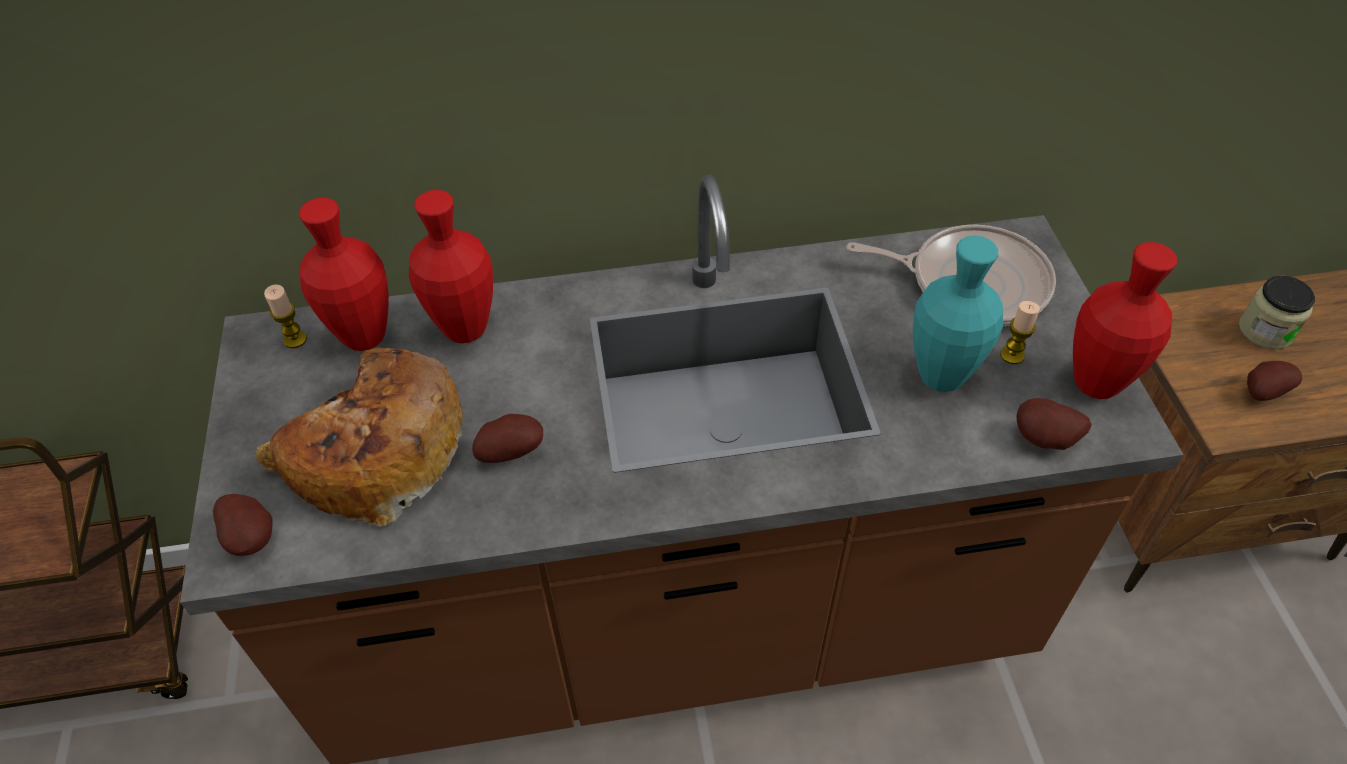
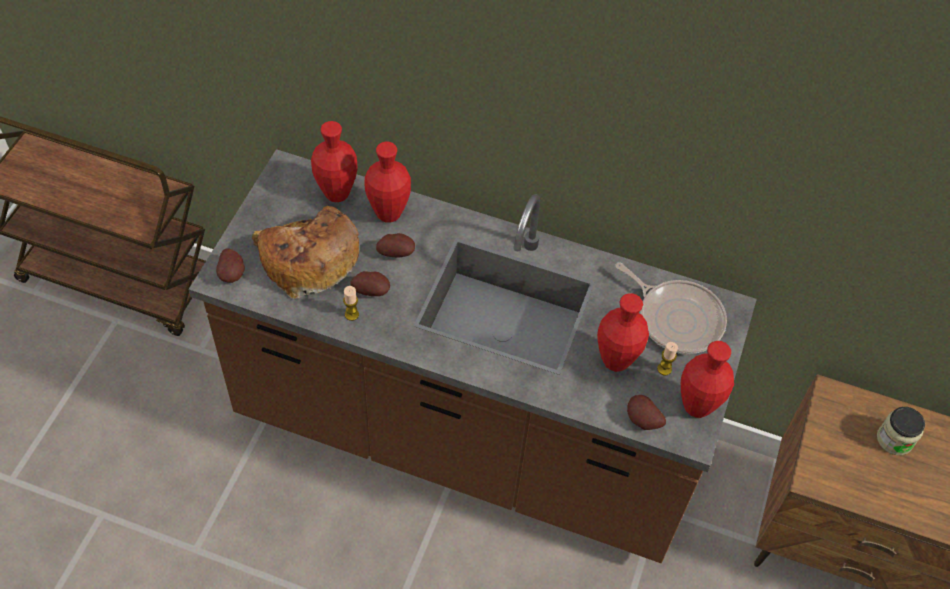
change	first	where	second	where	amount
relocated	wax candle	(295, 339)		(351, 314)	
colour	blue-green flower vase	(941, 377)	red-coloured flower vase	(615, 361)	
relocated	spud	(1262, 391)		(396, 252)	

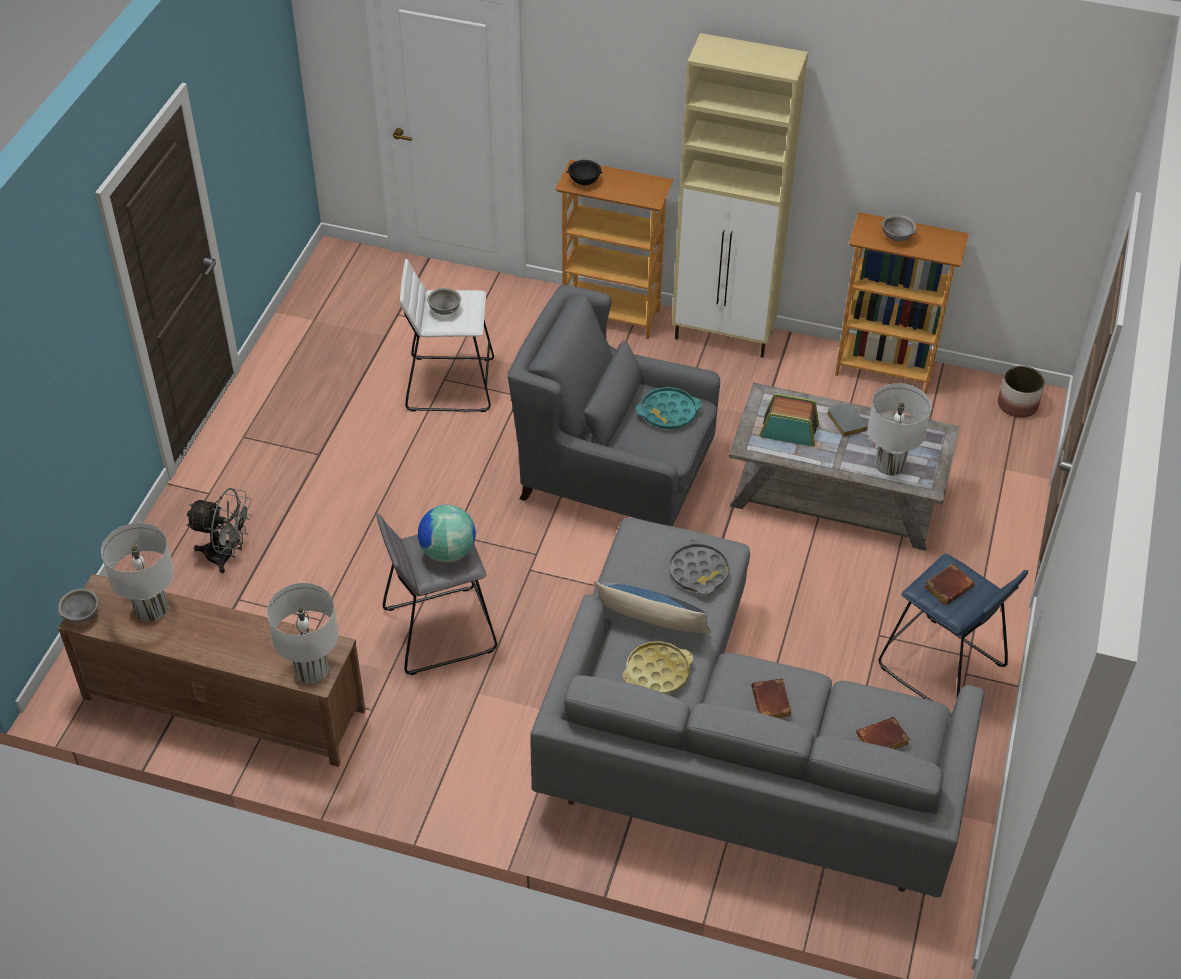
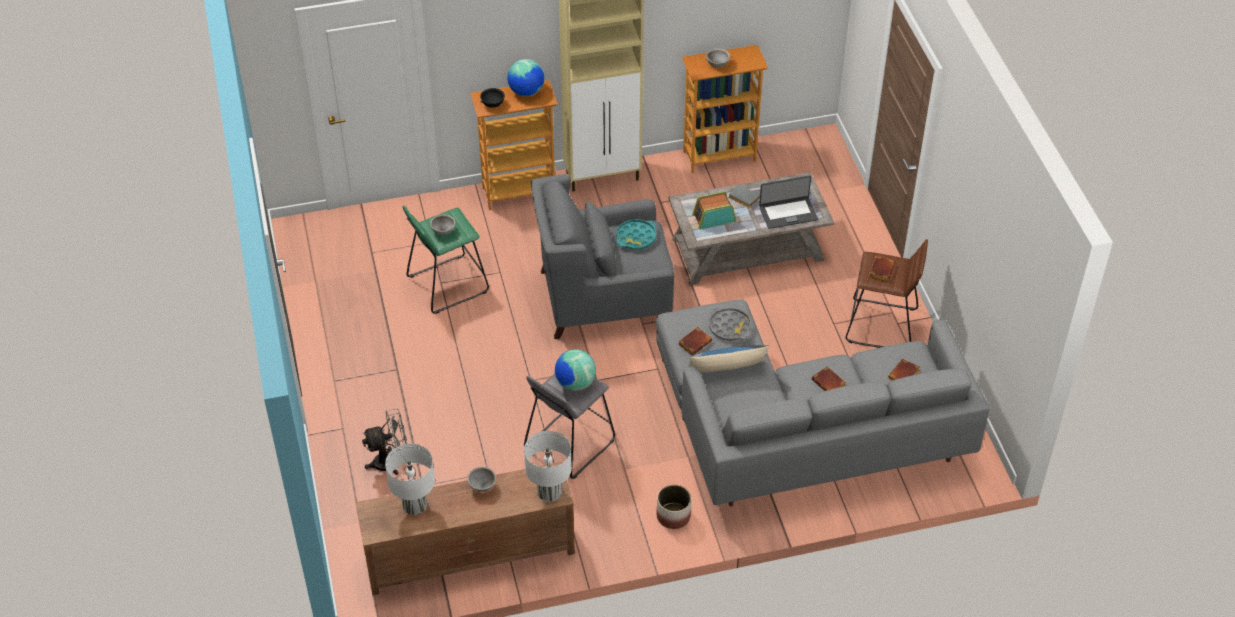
change	first	where	second	where	amount
relocated	grey serving bowl	(82, 616)		(482, 486)	
colour	whitish stool	(450, 384)	greenish stool	(447, 284)	
missing	yellowish serving tray	(657, 672)			
exchanged	whitish lamp for a table	(890, 464)	portable computer	(788, 213)	
colour	blue stool	(940, 667)	brown-coloured stool	(881, 326)	
relocated	planter	(1017, 405)		(673, 516)	
appeared			globe	(526, 92)	
appeared			brown-coloured bound book	(694, 342)	

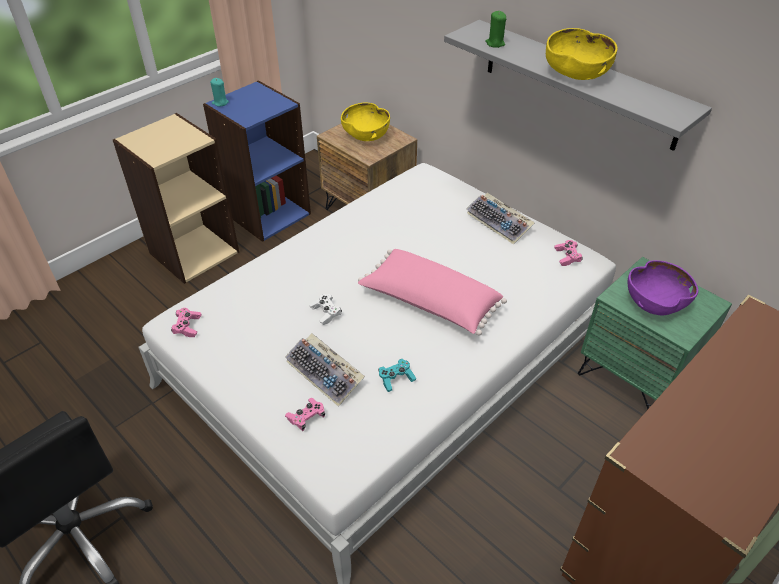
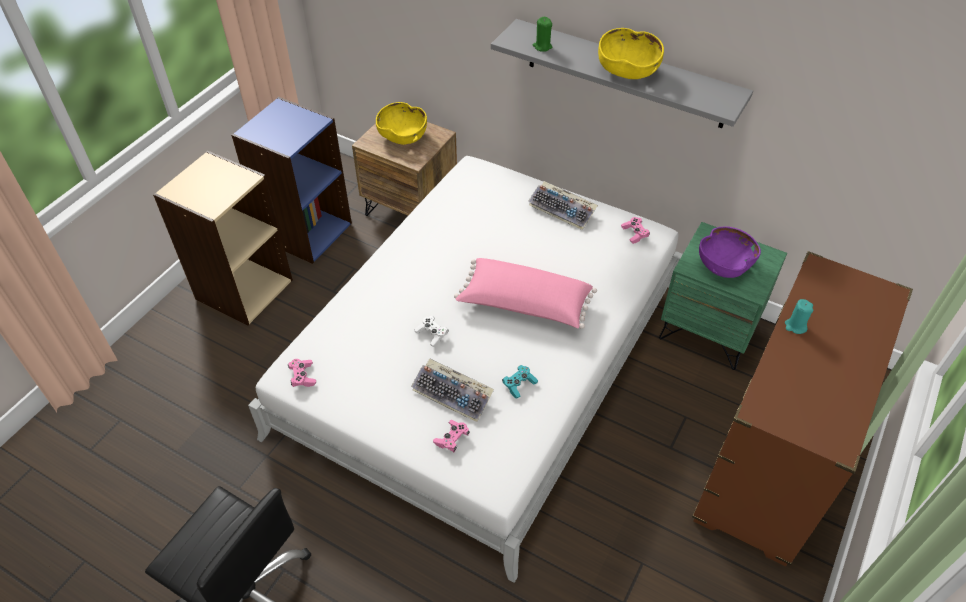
change	first	where	second	where	amount
relocated	blue-green wax candle	(220, 103)		(795, 326)	

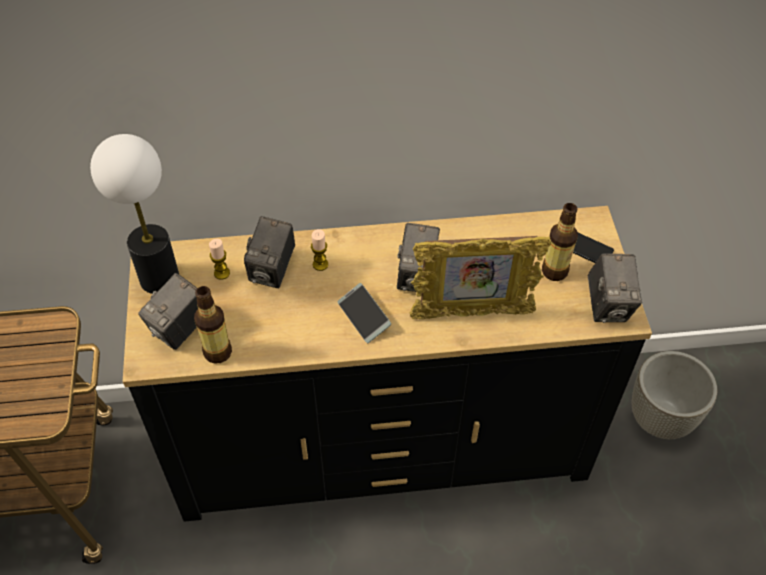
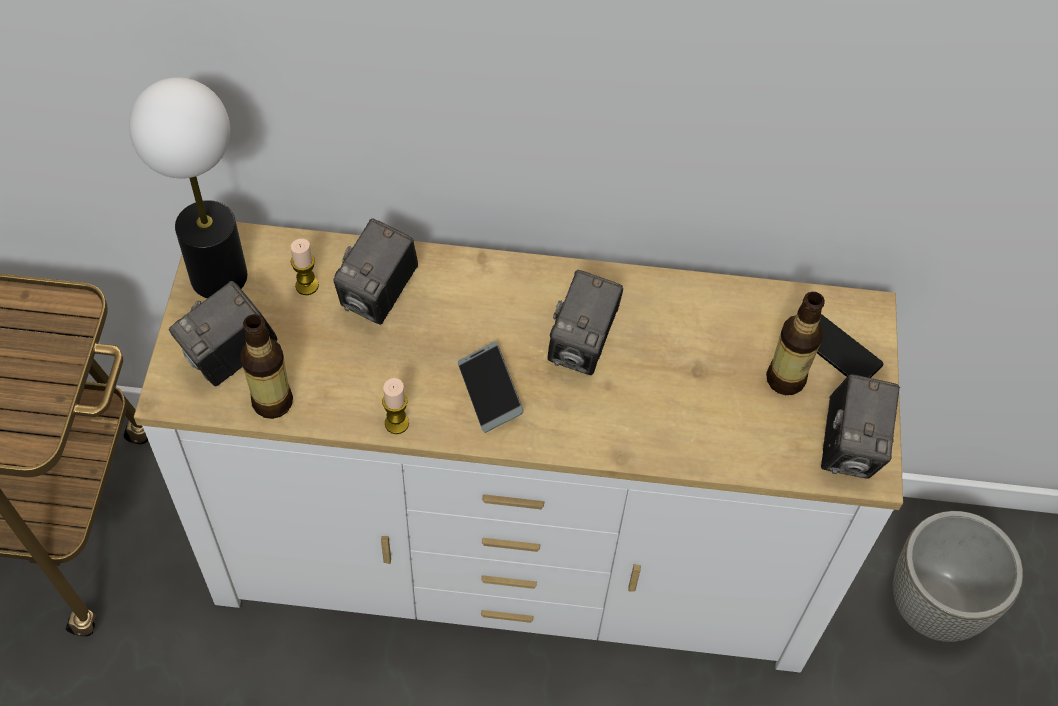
change	first	where	second	where	amount
colour	blackish dresser	(381, 441)	whitish dresser	(516, 550)	
relocated	wax candle	(320, 264)		(396, 423)	
missing	standing frame	(471, 314)			

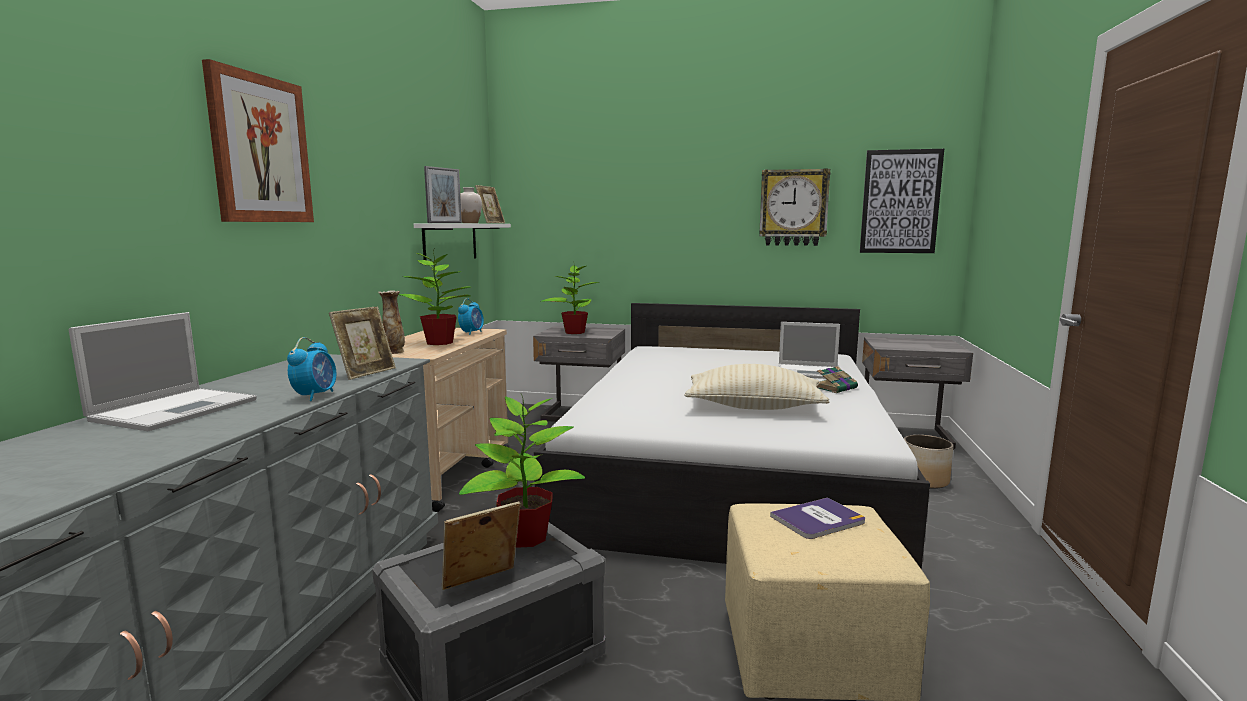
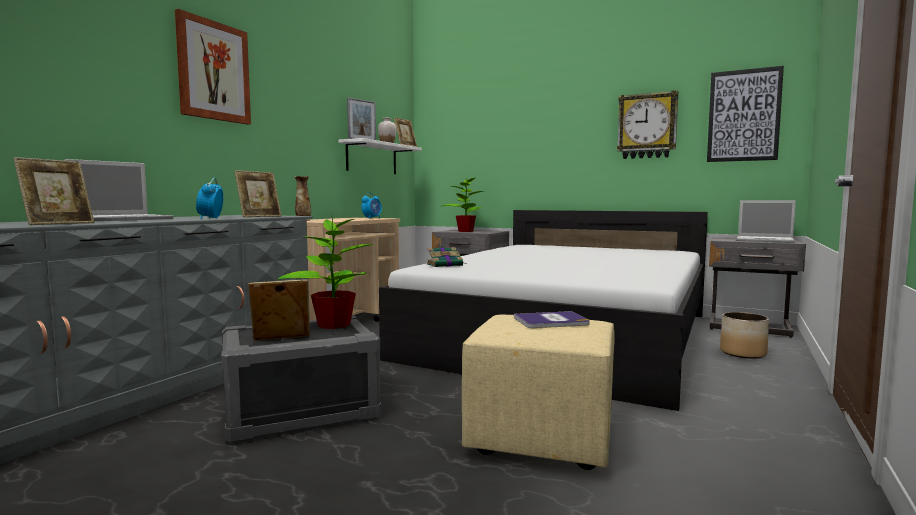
change	first	where	second	where	amount
spun	table clock	(315, 395)		(210, 219)	150 degrees clockwise
missing	houseplant	(440, 342)			
missing	beige pillow	(754, 407)			
relocated	portable computer	(809, 372)		(766, 240)	
relocated	bound book	(836, 388)		(445, 265)	
appeared			standing frame	(58, 224)	

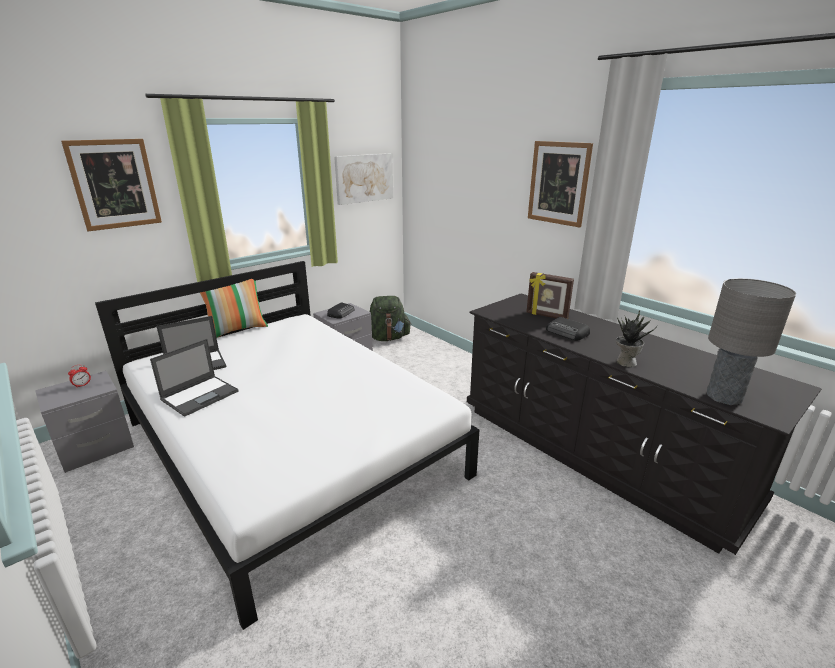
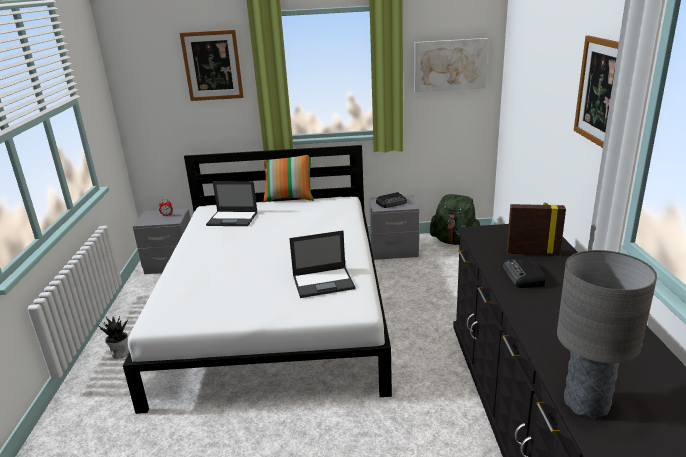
change	first	where	second	where	amount
relocated	portable computer	(200, 395)		(324, 282)	
spun	standing frame	(546, 316)		(532, 253)	120 degrees clockwise
relocated	houseplant	(625, 362)		(120, 353)	

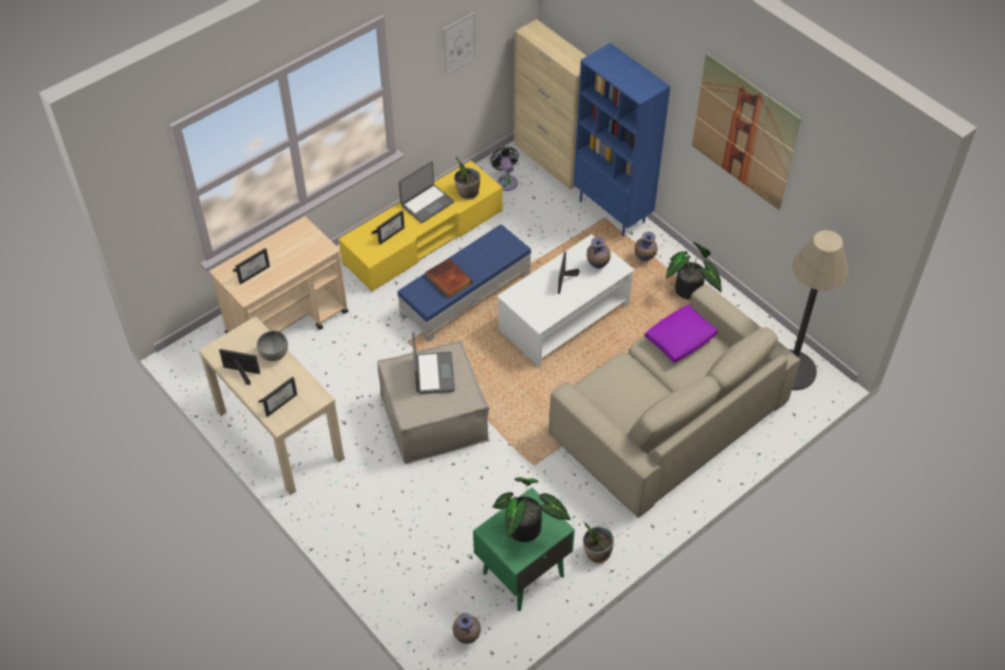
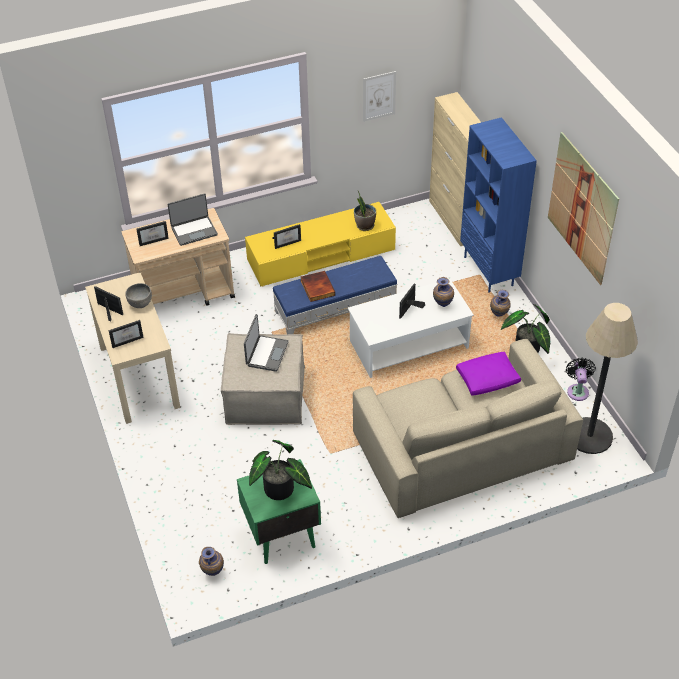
change	first	where	second	where	amount
relocated	portable computer	(427, 203)		(194, 231)	
relocated	blackish electric fan	(506, 181)		(577, 390)	
missing	houseplant	(597, 553)			

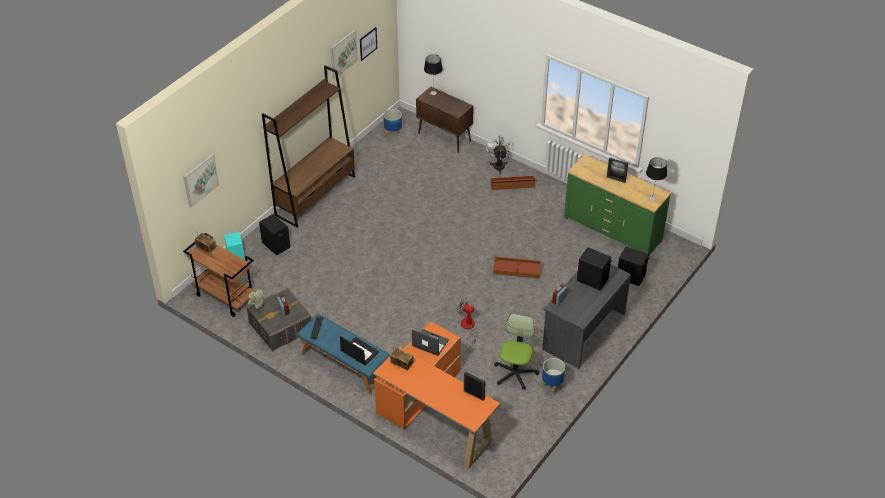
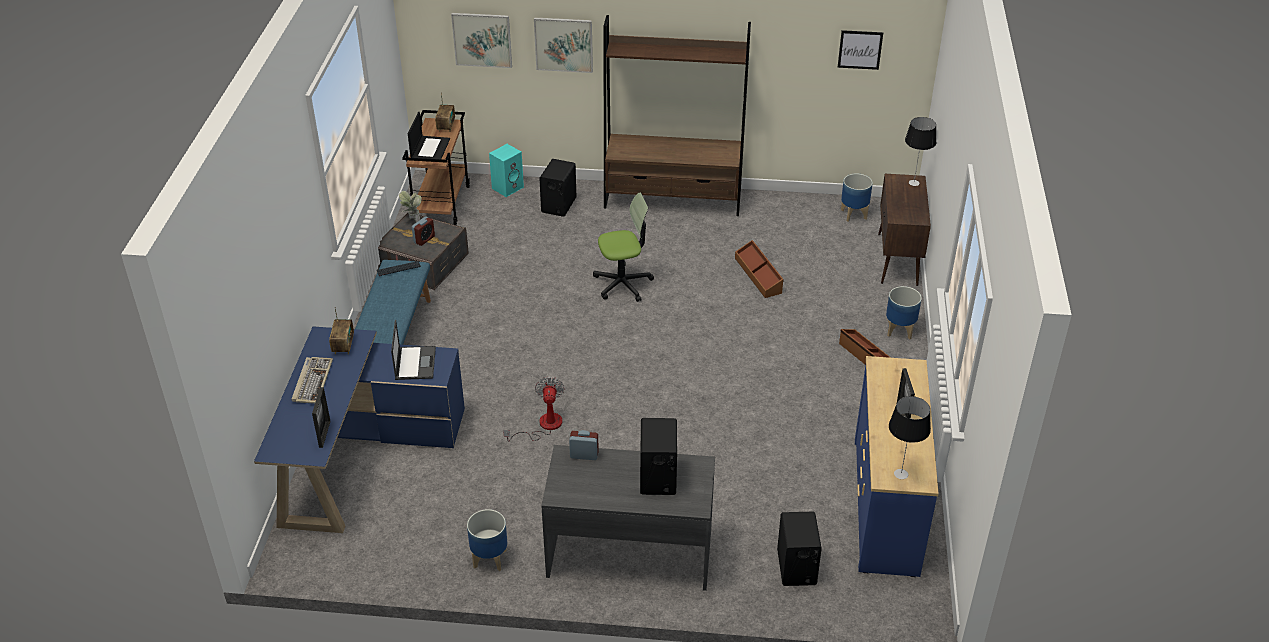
change	first	where	second	where	amount
relocated	wall picture	(343, 54)		(563, 44)	
relocated	portable computer	(359, 351)		(430, 148)	
colour	orange-coloured desk unit	(434, 414)	blue desk unit	(359, 454)	
exchanged	whitish electric fan	(498, 164)	planter	(899, 330)	
relocated	brown-coloured storage bin	(516, 271)		(759, 275)	
relocated	computer chair	(515, 373)		(623, 284)	
colour	greenish dresser	(612, 228)	blue dresser	(886, 505)	
appeared			computer keyboard	(312, 381)	

